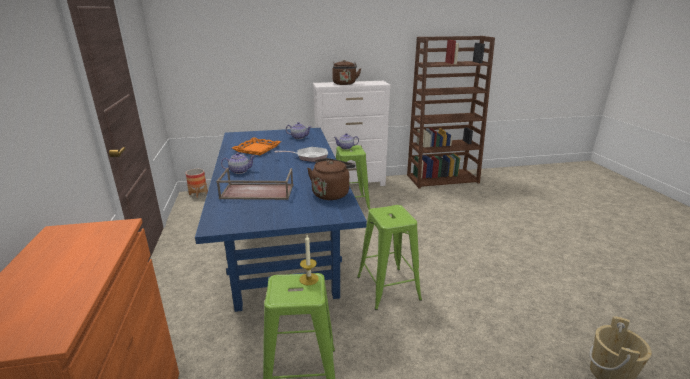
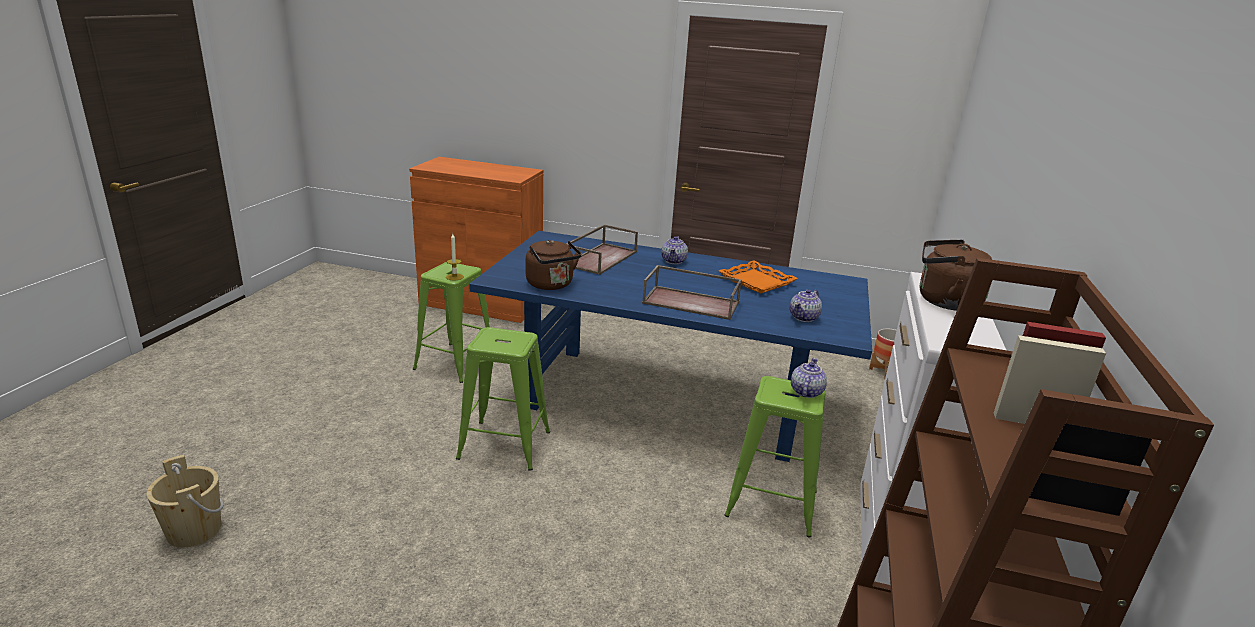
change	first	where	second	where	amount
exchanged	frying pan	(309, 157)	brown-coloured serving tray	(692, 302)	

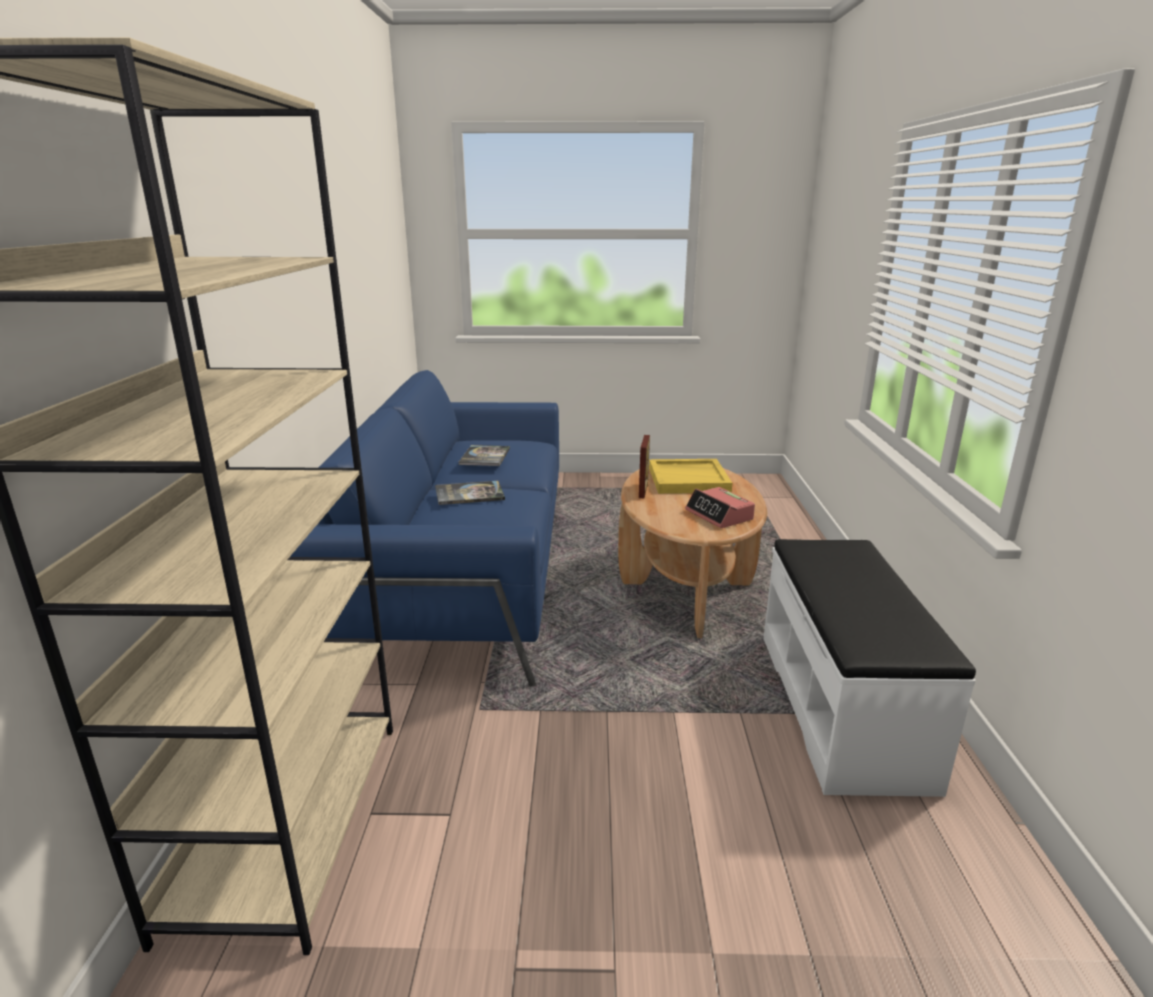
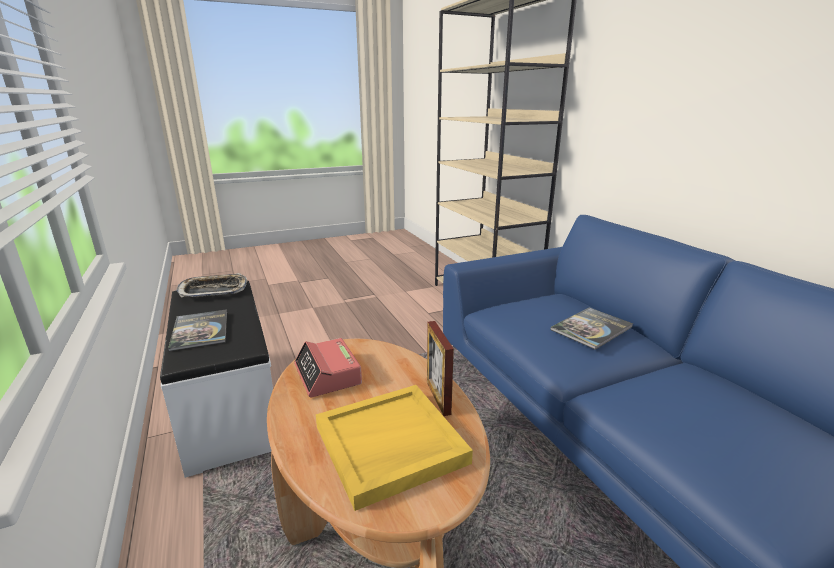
change	first	where	second	where	amount
relocated	bound book	(484, 457)		(200, 330)	
spun	table clock	(719, 515)		(328, 375)	150 degrees counterclockwise
appeared			serving tray	(213, 290)	

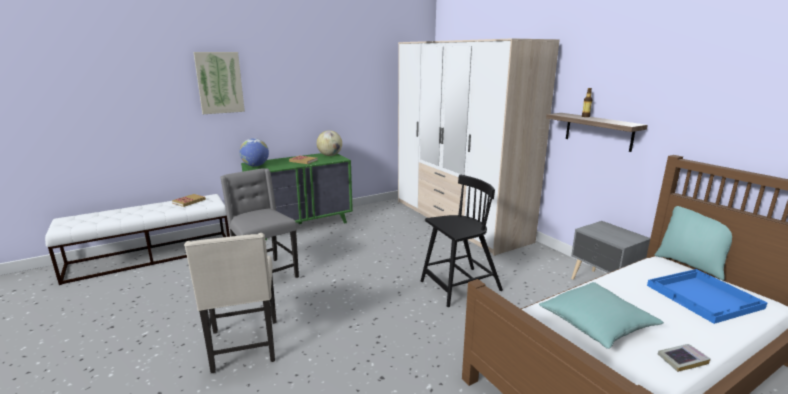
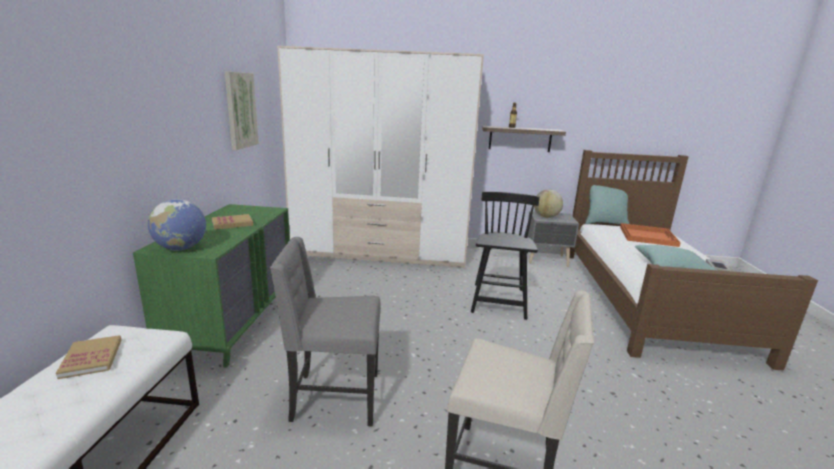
change	first	where	second	where	amount
relocated	wall picture	(219, 83)		(240, 110)	
relocated	globe	(330, 155)		(546, 217)	
colour	blue serving tray	(704, 297)	orange-coloured serving tray	(648, 236)	

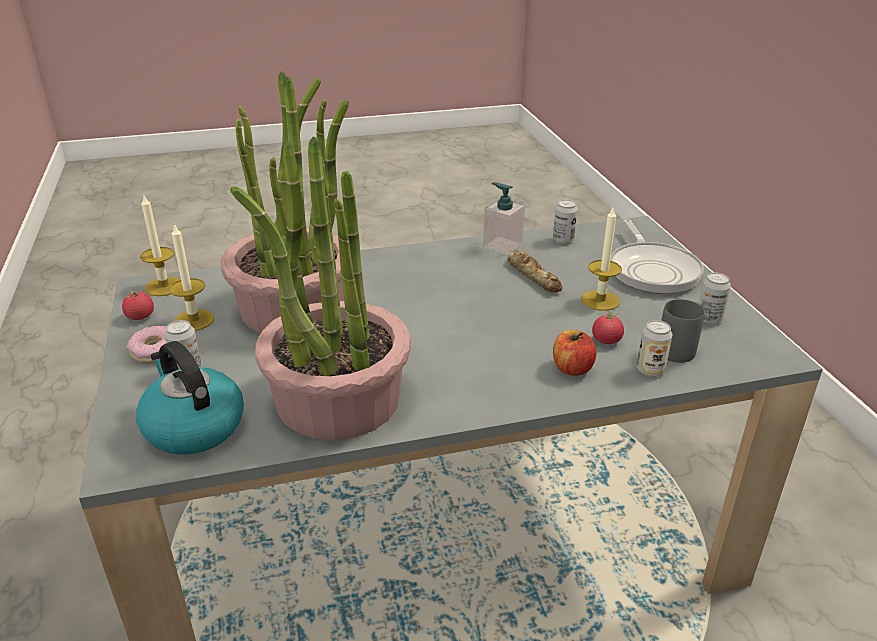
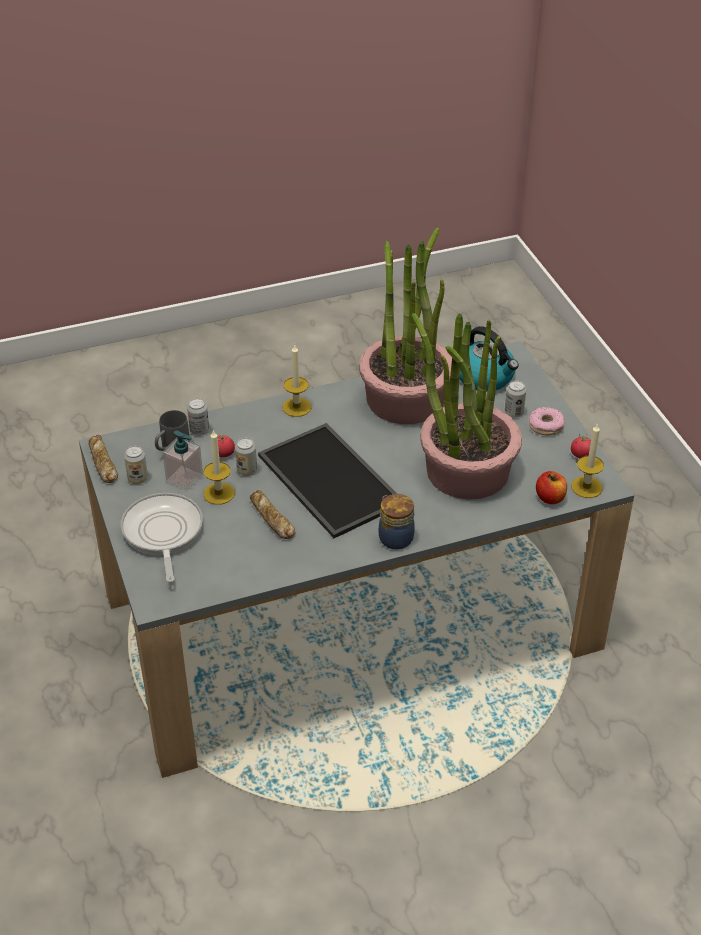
change	first	where	second	where	amount
relocated	wax candle	(194, 320)		(296, 407)	
relocated	soap dispenser	(502, 245)		(184, 478)	
relocated	can	(563, 240)		(247, 470)	
relocated	apple	(572, 368)		(550, 498)	
appeared			bakery bread	(102, 463)	
appeared			serving tray	(327, 480)	
appeared			preserve jar	(395, 537)	

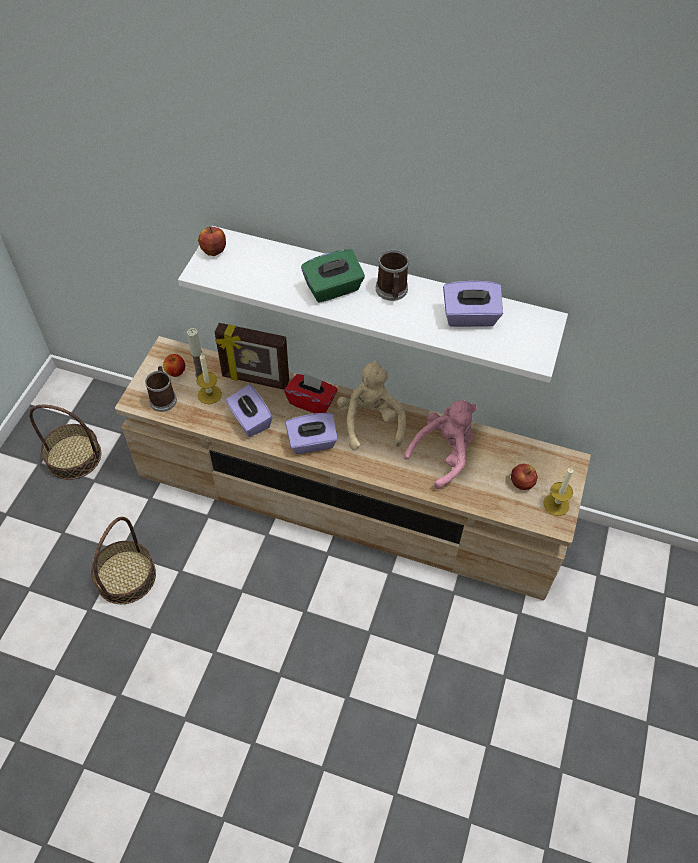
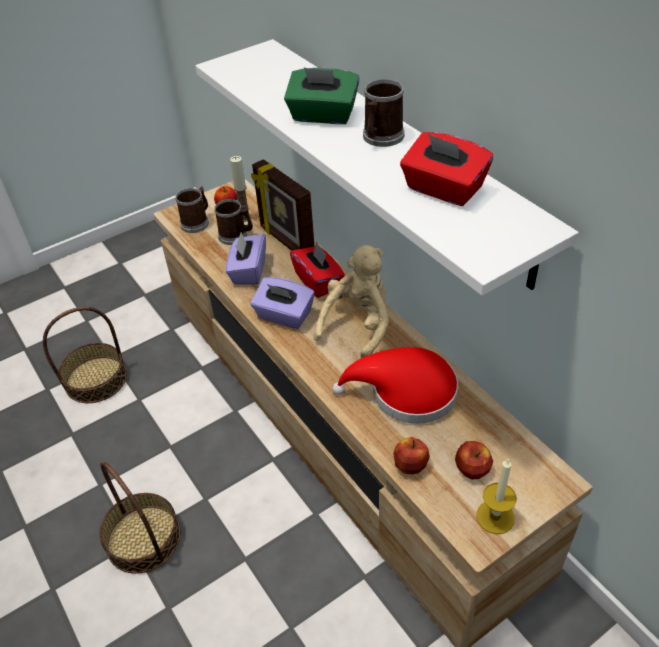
change	first	where	second	where	amount
relocated	household basket	(74, 456)		(144, 538)	
exchanged	wax candle	(209, 394)	tea mug	(236, 236)	
relocated	apple	(213, 251)		(410, 465)	
exchanged	pink-coloured plush toy	(443, 455)	red-coloured hat	(406, 393)	
colour	purple-coloured tissue holder	(470, 317)	red-coloured tissue holder	(443, 189)	

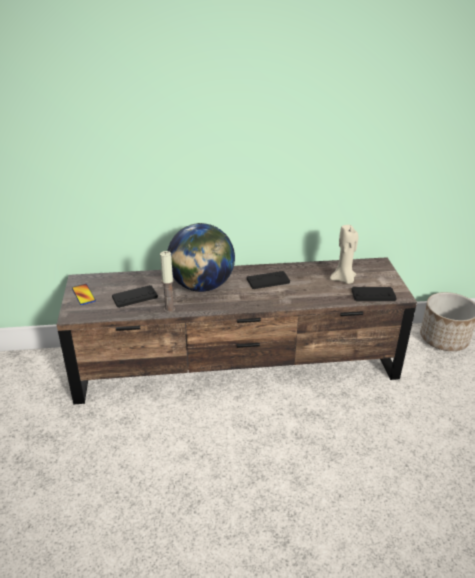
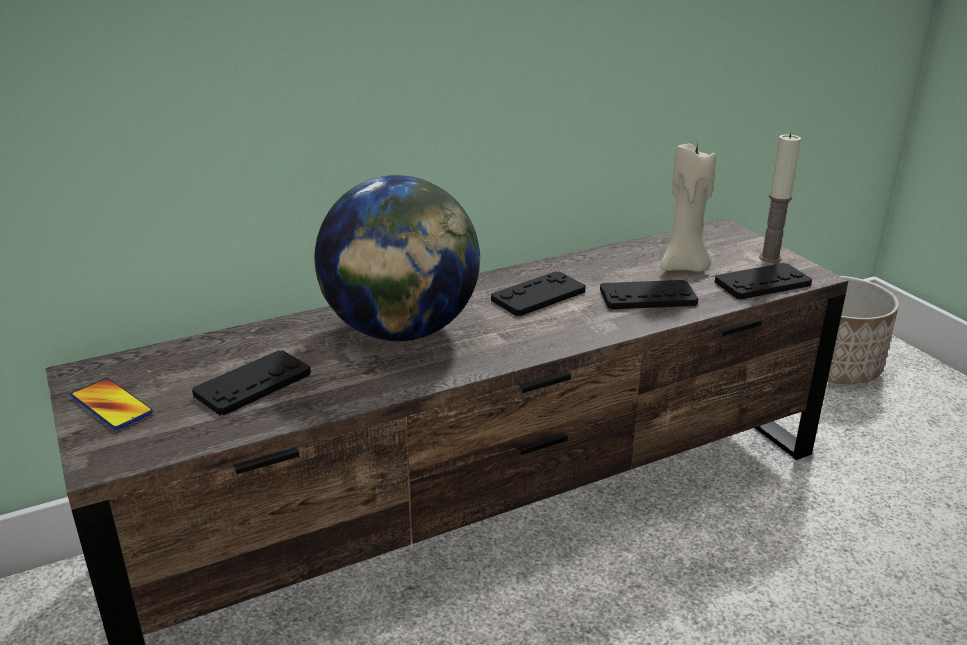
change	first	where	second	where	amount
relocated	wax candle	(169, 309)		(770, 258)	
appeared			blackish joypad	(648, 297)	

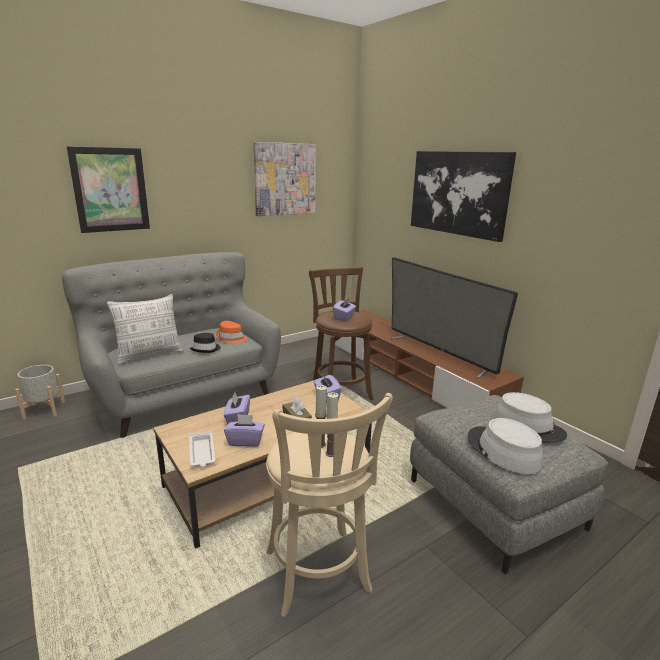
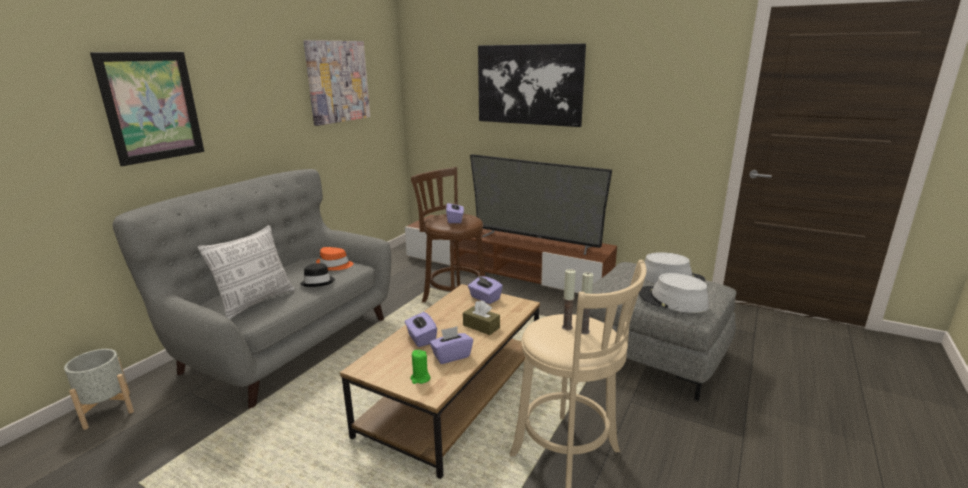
change	first	where	second	where	amount
exchanged	whitish serving tray	(202, 453)	greenish wax candle	(420, 378)	

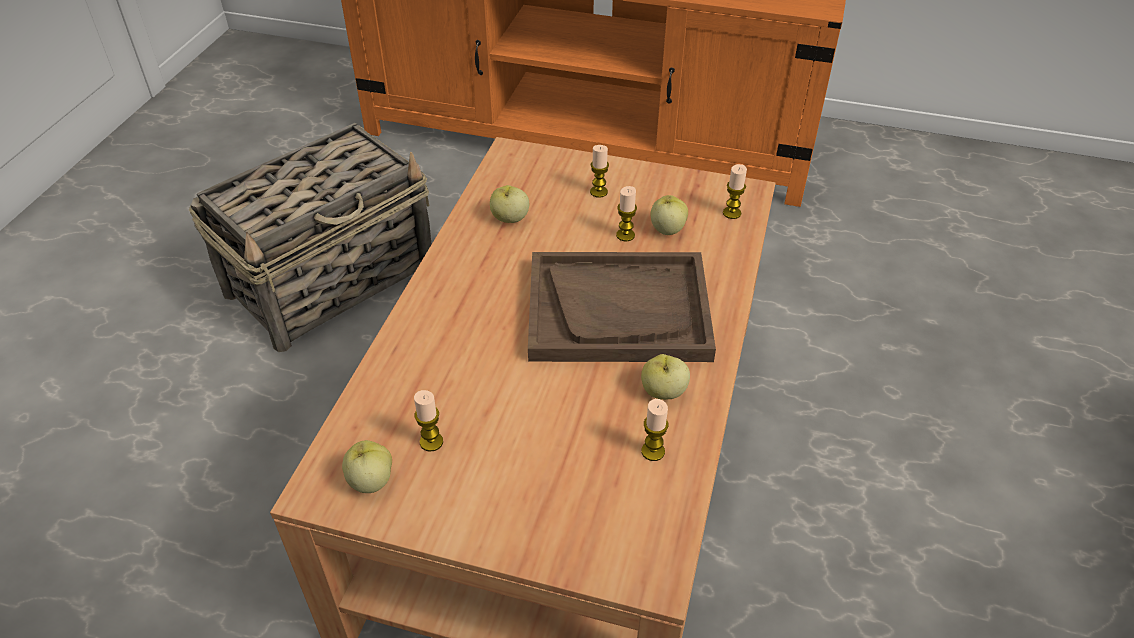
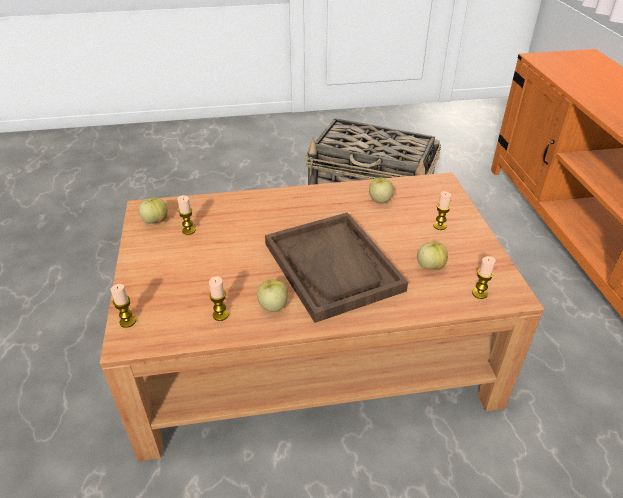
change	first	where	second	where	amount
relocated	wax candle	(625, 235)		(127, 321)	

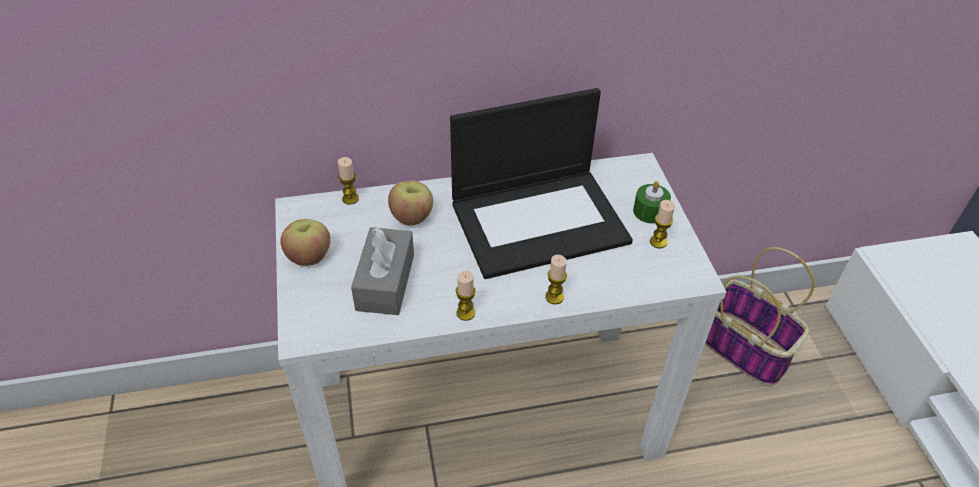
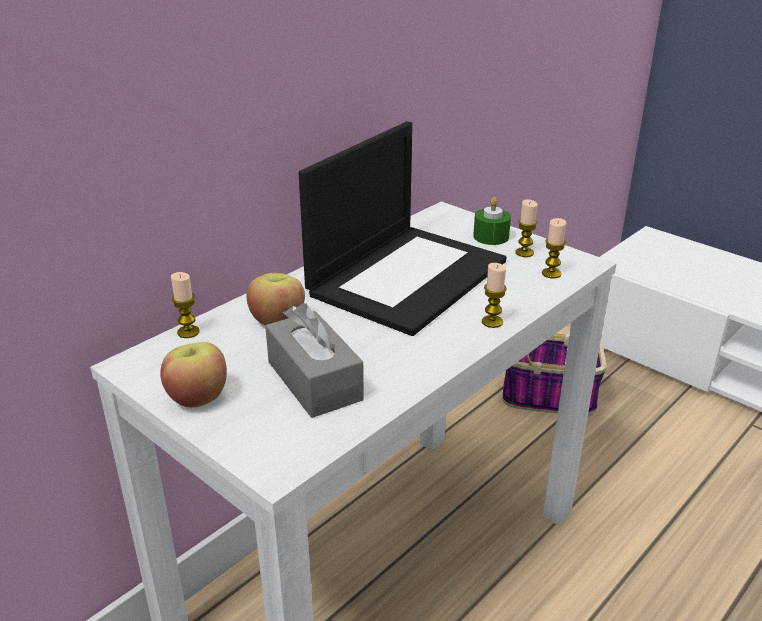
change	first	where	second	where	amount
relocated	wax candle	(465, 313)		(551, 273)	

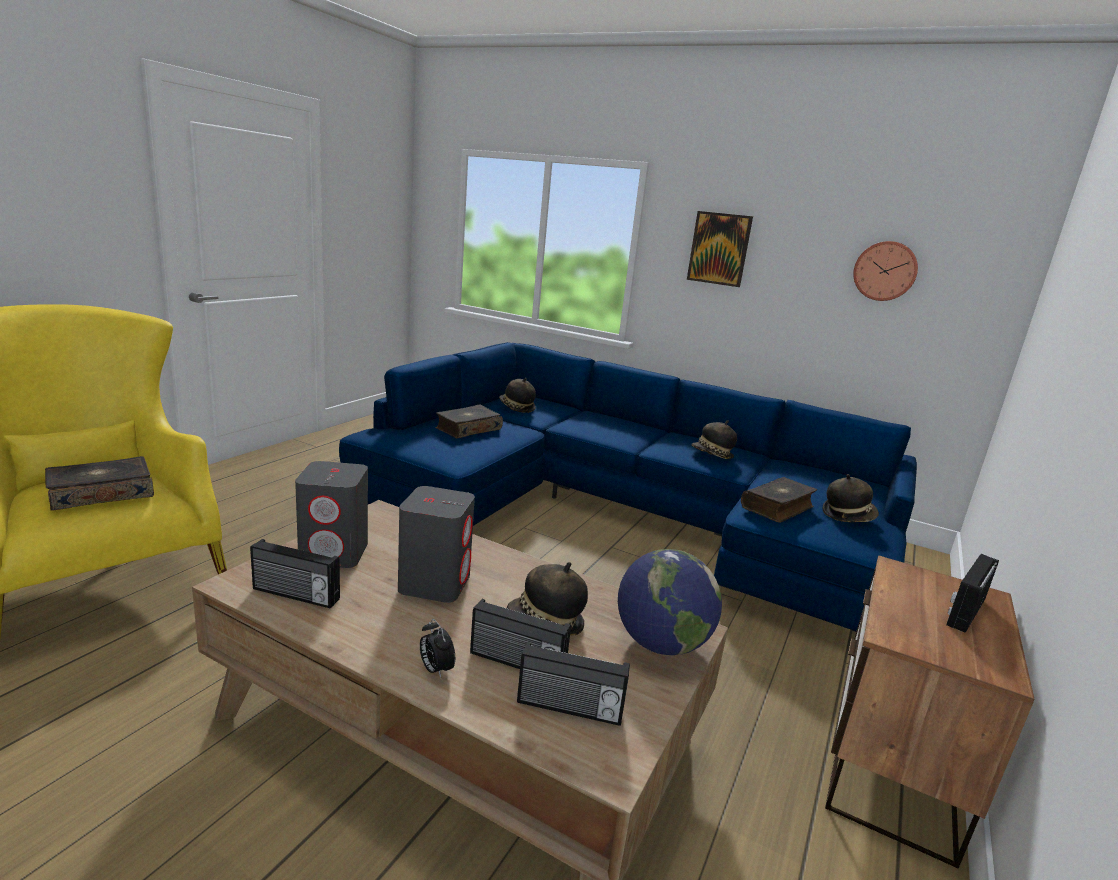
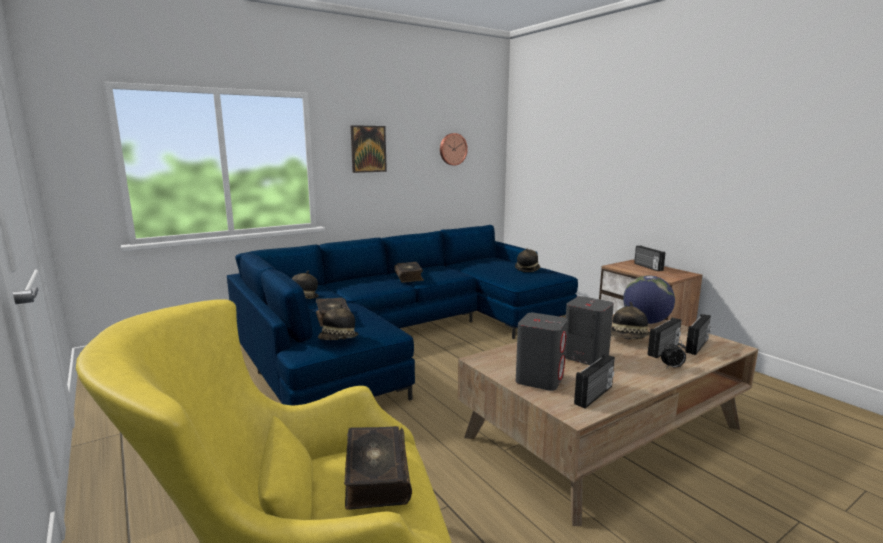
change	first	where	second	where	amount
relocated	hat	(712, 455)		(338, 340)	
relocated	bound book	(778, 507)		(409, 277)	

